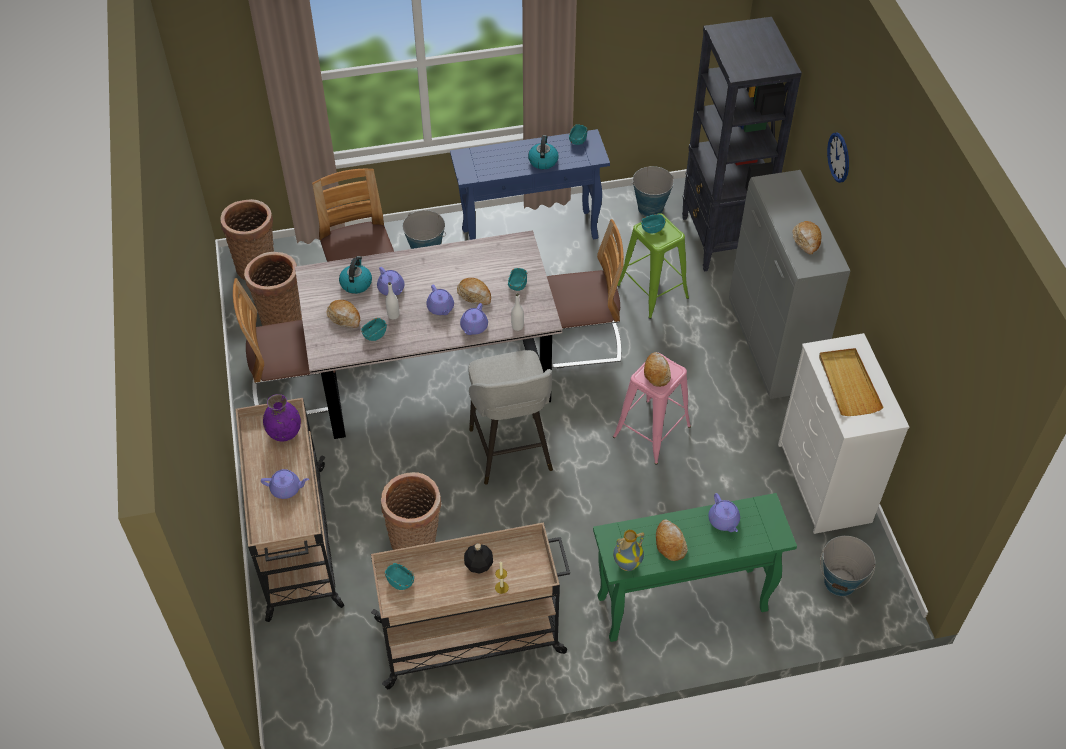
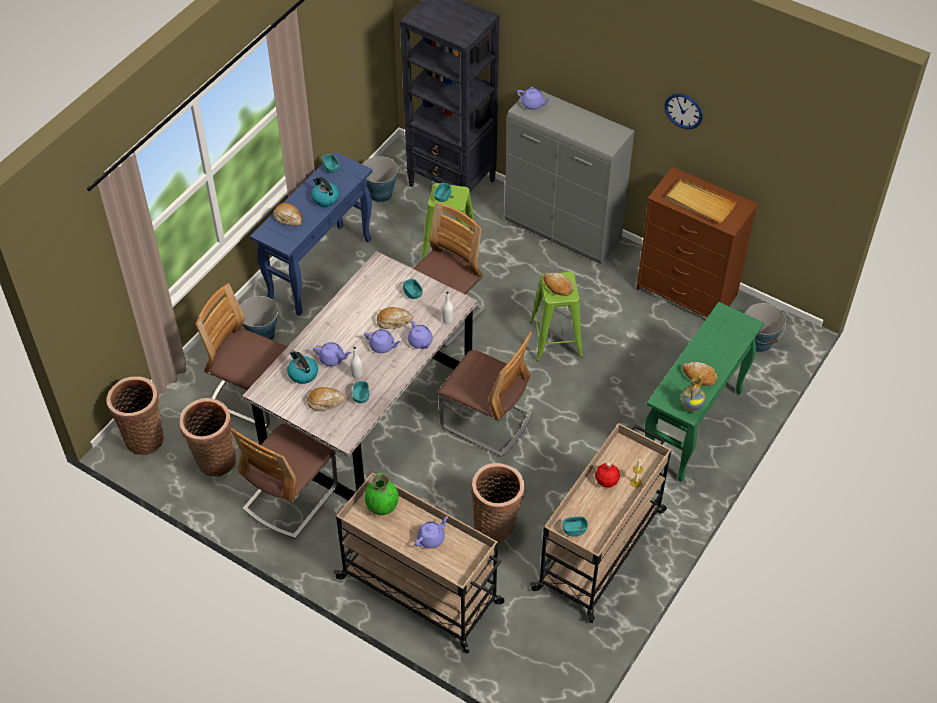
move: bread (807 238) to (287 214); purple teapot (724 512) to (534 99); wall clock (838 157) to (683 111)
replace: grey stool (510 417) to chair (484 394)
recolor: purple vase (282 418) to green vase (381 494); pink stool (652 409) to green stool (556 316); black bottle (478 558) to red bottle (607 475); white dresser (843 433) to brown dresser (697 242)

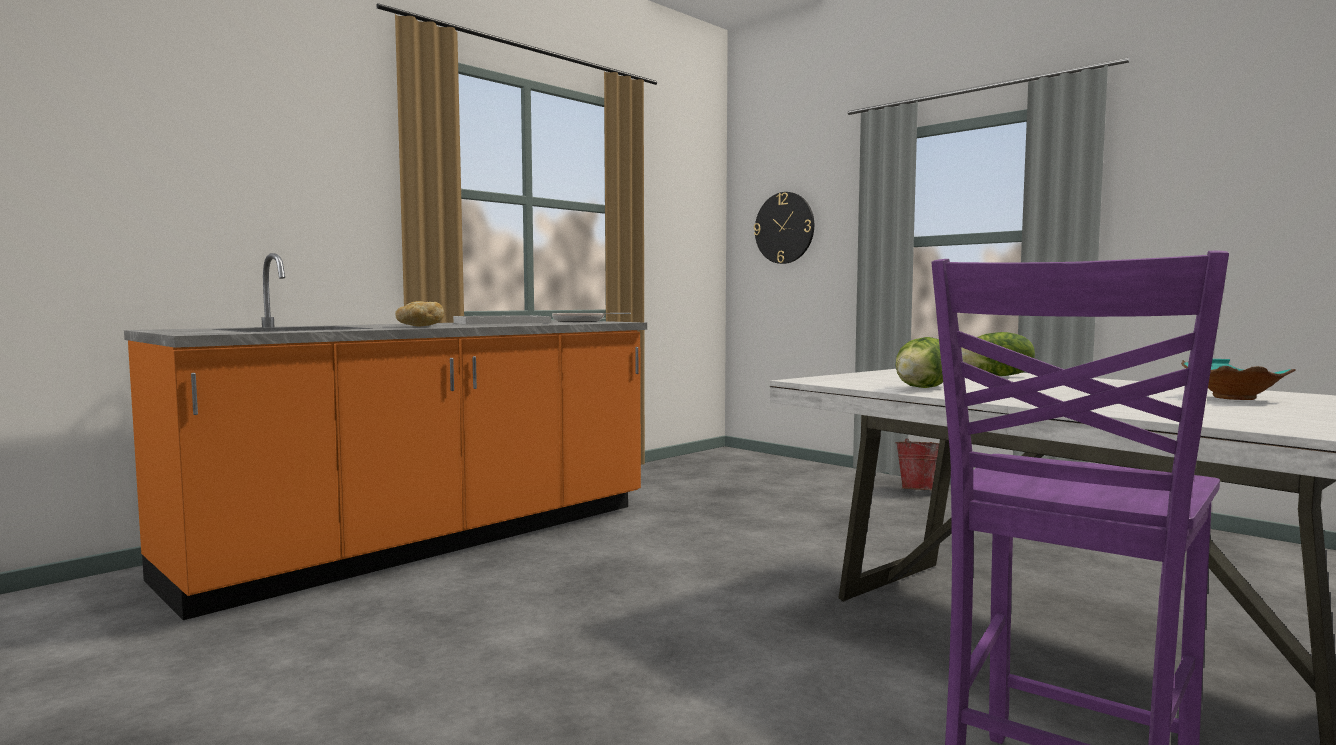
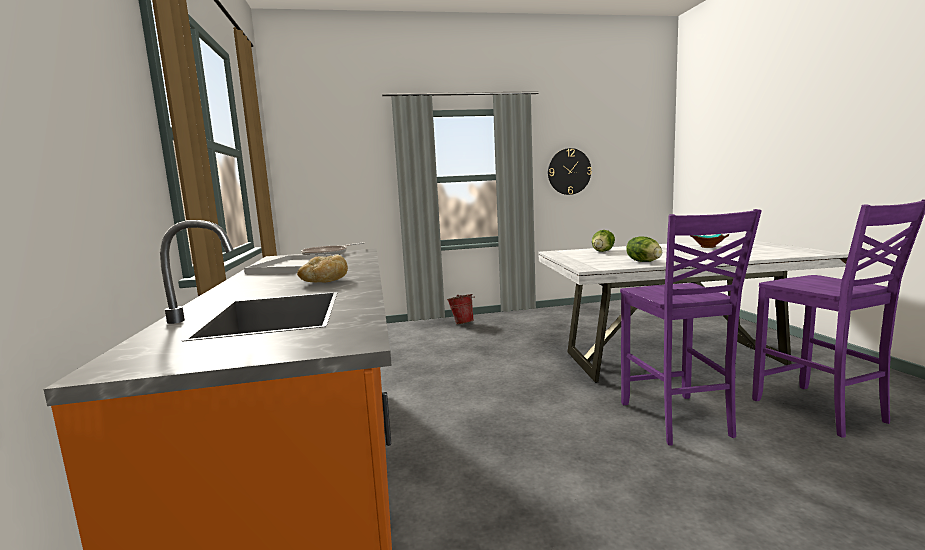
insert: purple chair (691 327)
move: wall clock (784 228) to (570 171)

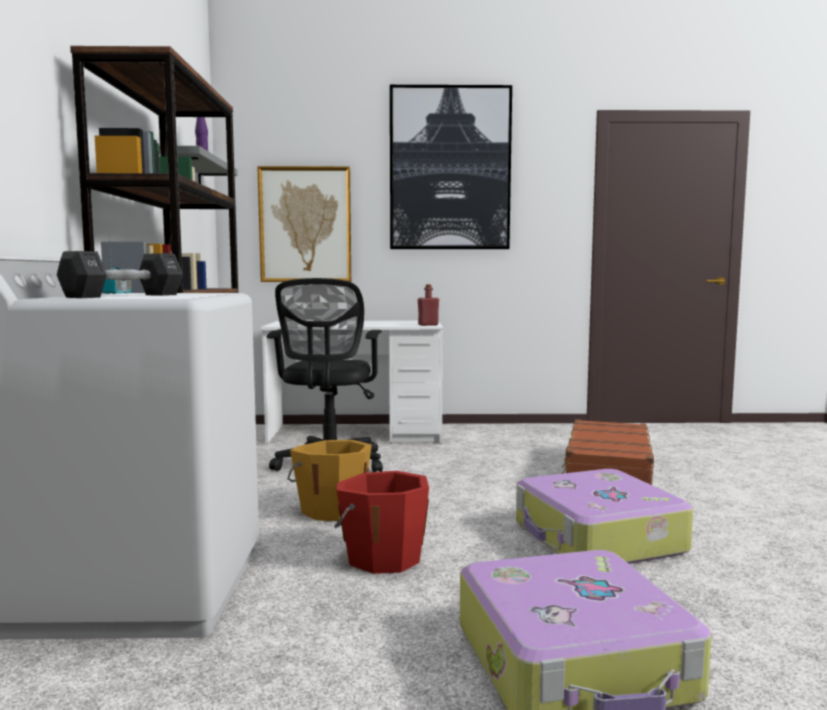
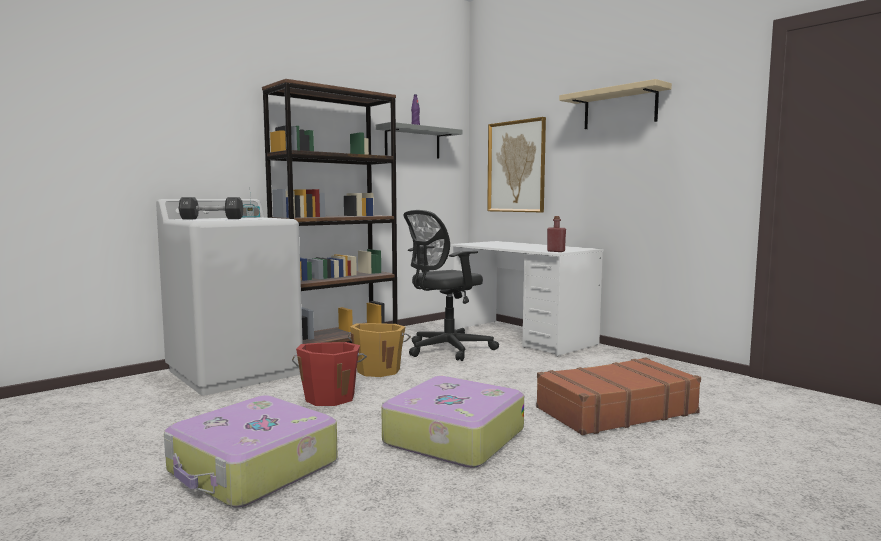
replace: picture (451 167) to beige shelf (615 104)

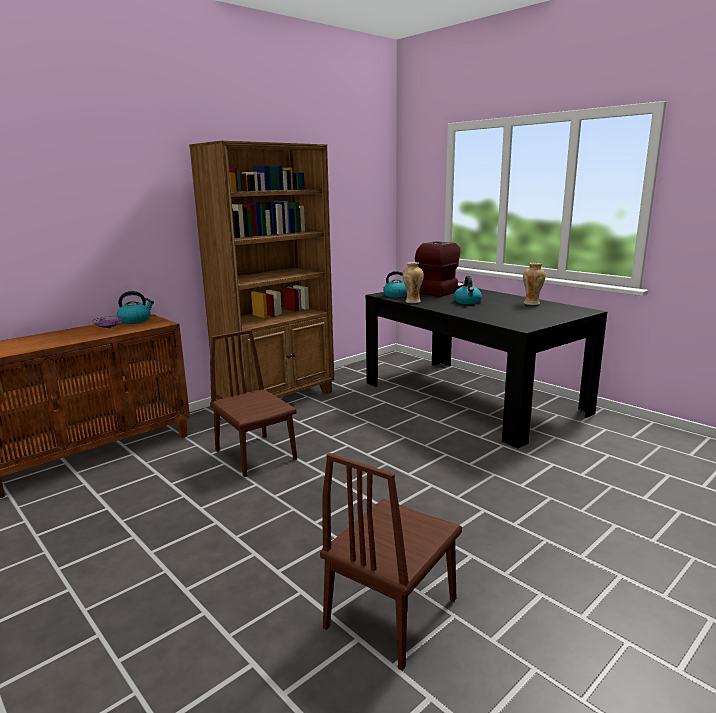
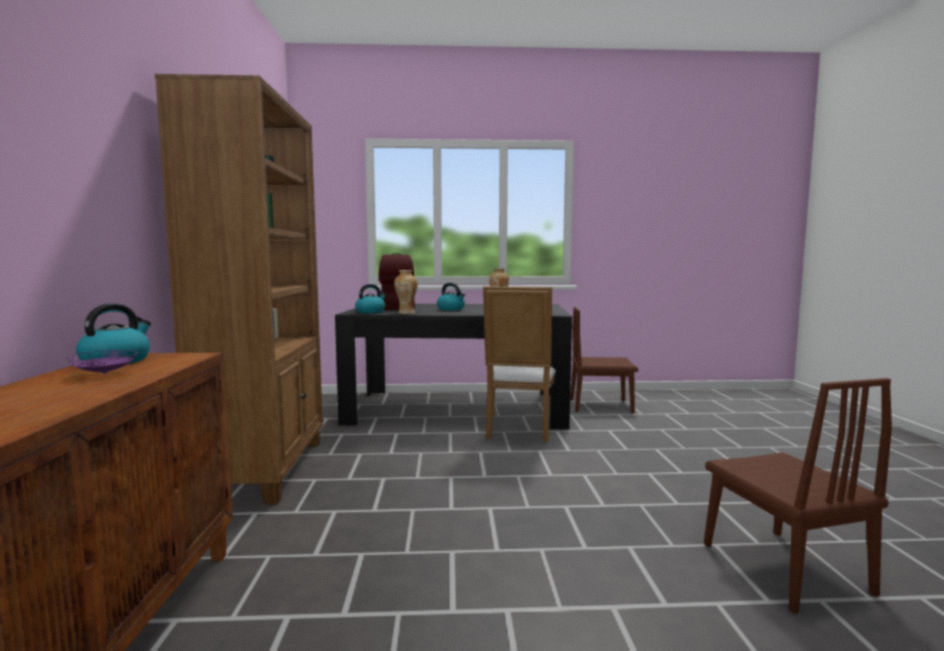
insert: white chair (519 364)
move: brown chair (253 403) to (604 360)

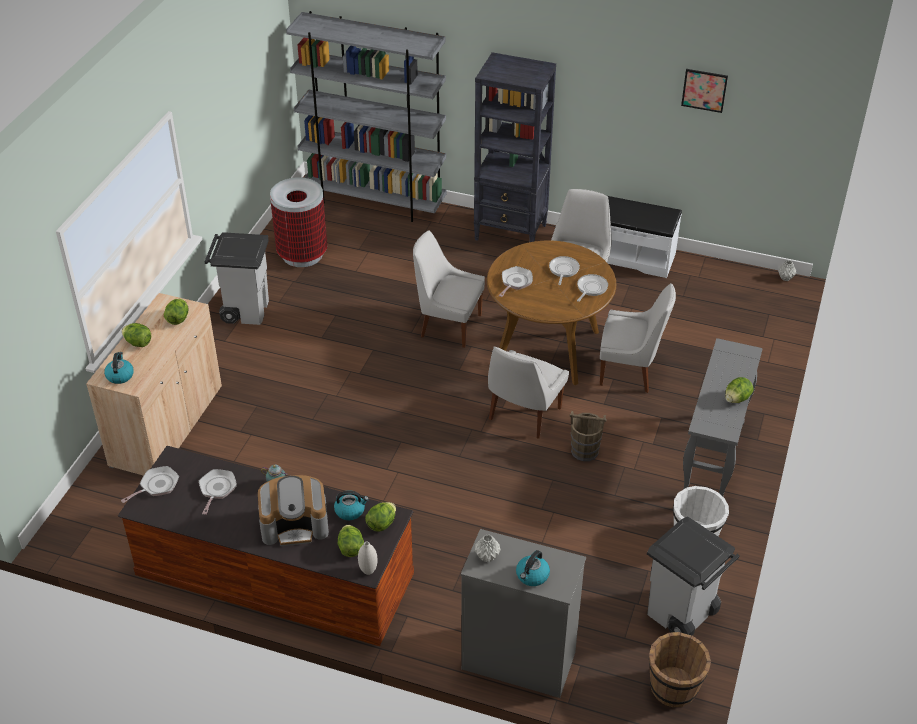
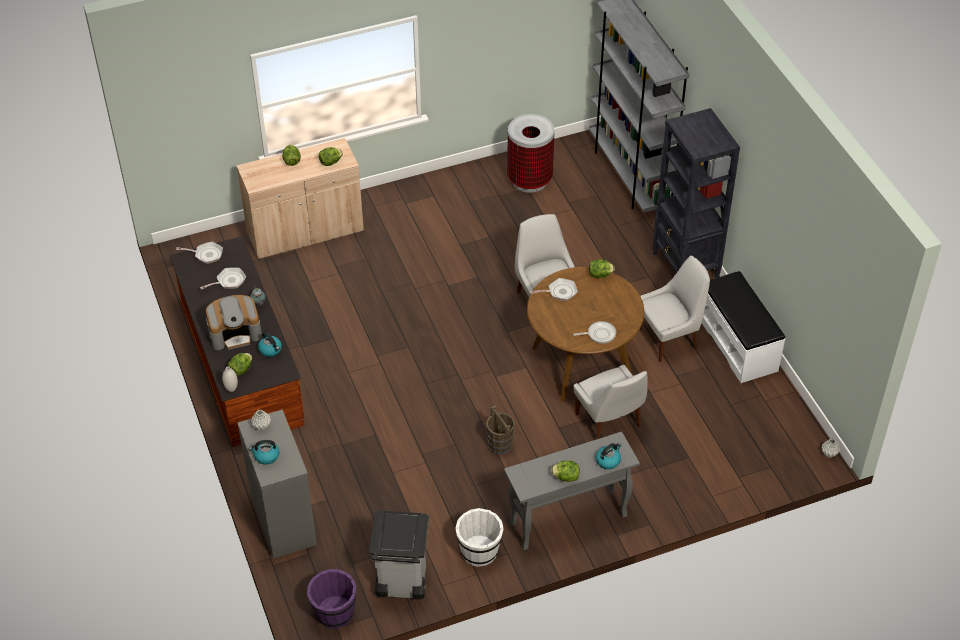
delete: grey trash can (237 278); white chair (528 393); frying pan (564 270); picture (704 91)
move: lettuce (380 517) to (602 268); kettle (119 368) to (608 456)
recolor: brown bucket (680 669) to purple bucket (331 599)
rotate: coffee machine (293 510) = (233 322) 60 degrees counterclockwise

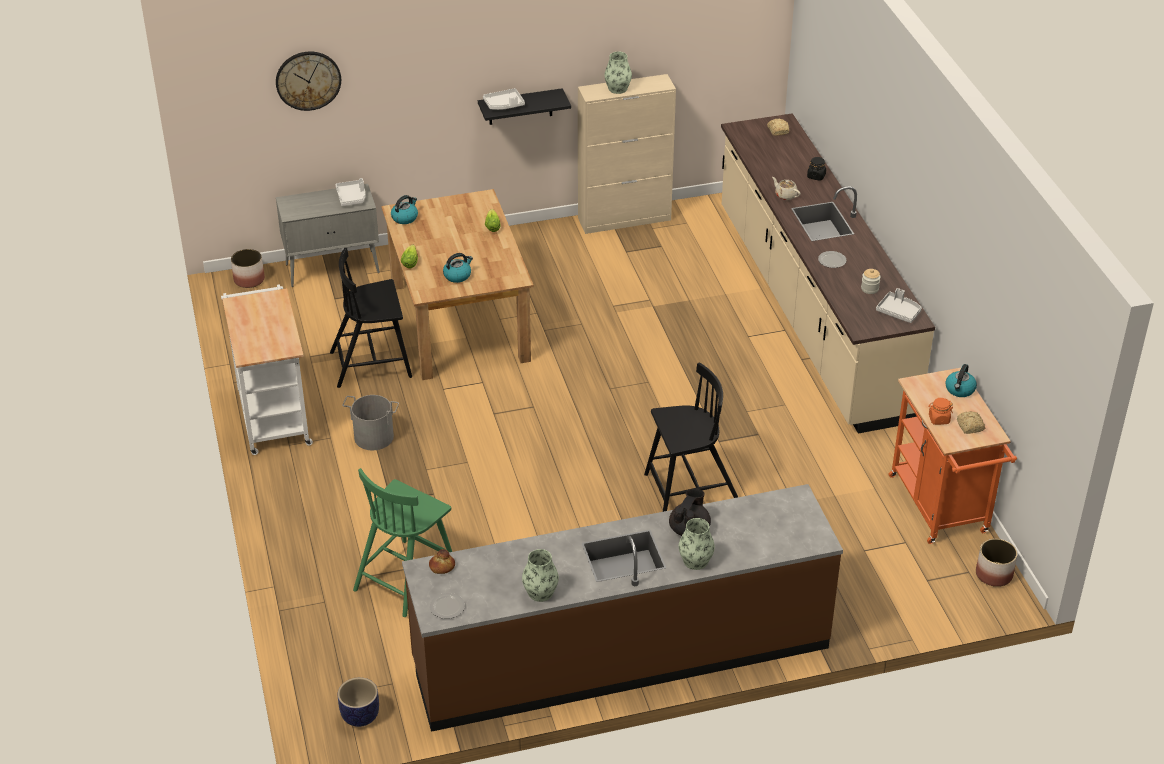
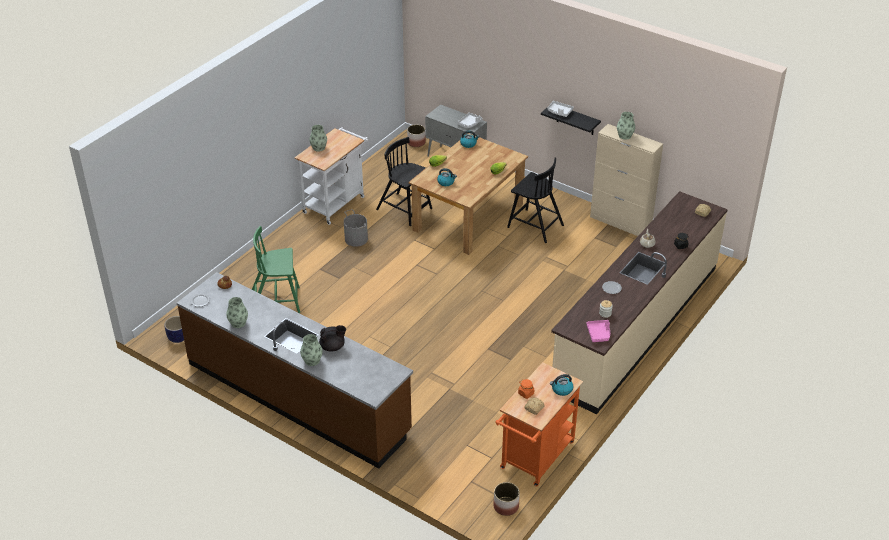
delete: wall clock (308 81)
insert: vase (318 138)
move: black chair (691 437) to (535 200)
recolor: grey tray (899 305) to pink tray (598 331)

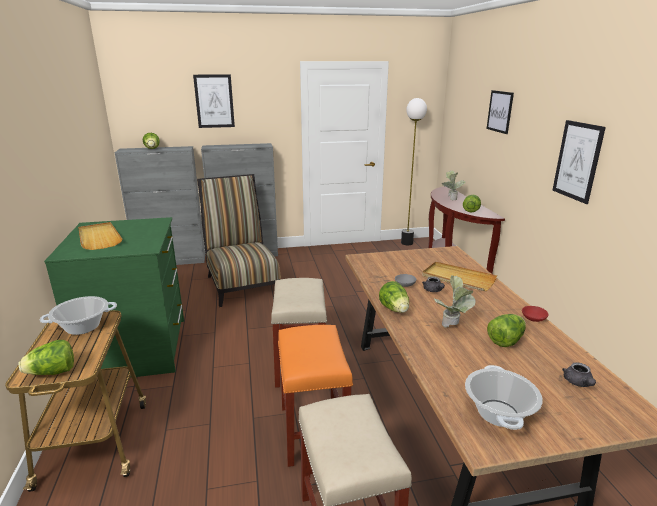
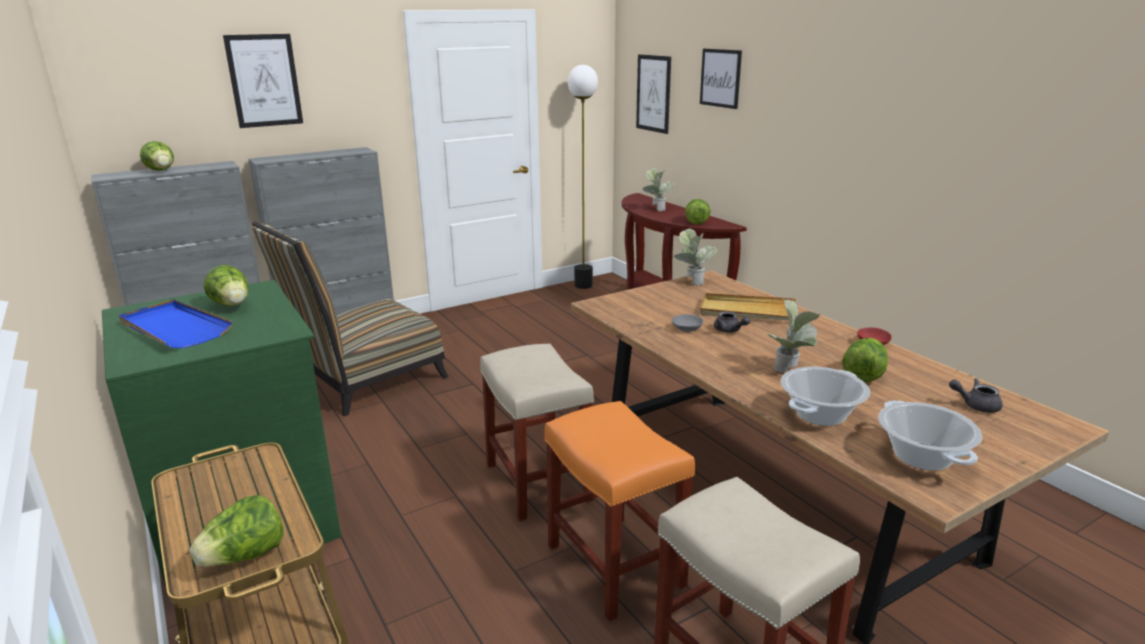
insert: potted plant (695 257)
move: lettuce (394 297) to (225 285); picture (579 162) to (653 94); cooking pot (78 315) to (825 396)
recolor: beige tray (100 236) to blue tray (175 323)
rotate: chair (239 240) = (350 319) 90 degrees counterclockwise; grey teapot (579 374) = (976 395) 120 degrees clockwise

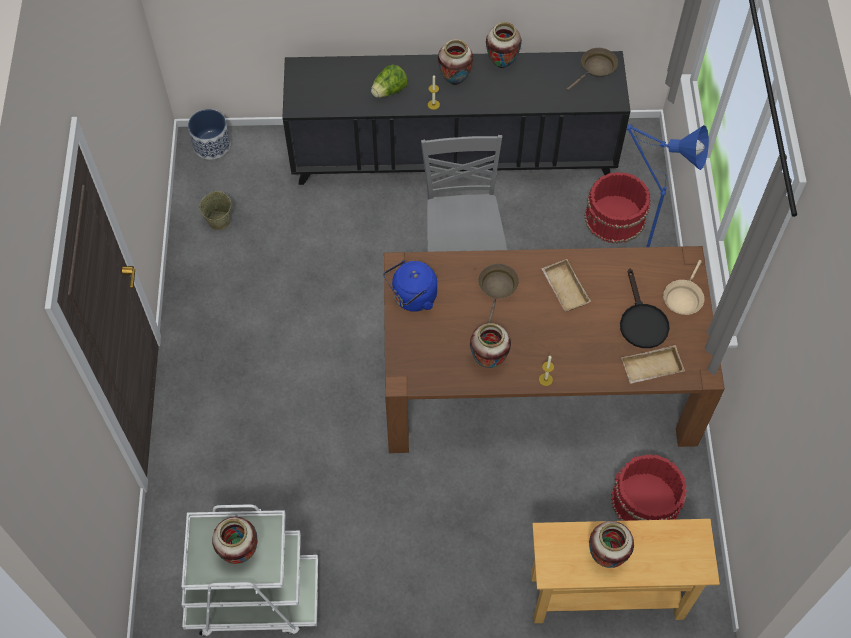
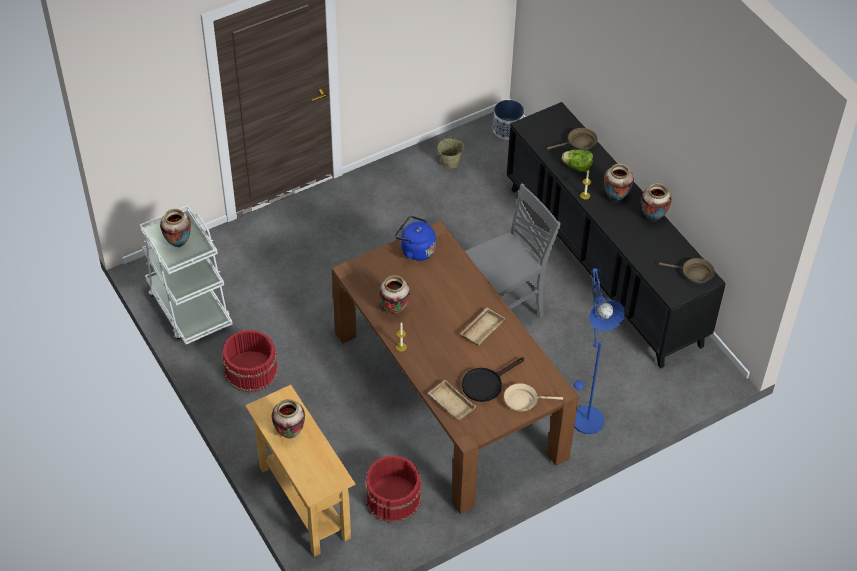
move: red bucket (617 208) to (250 361); brown frying pan (498 293) to (572 139)

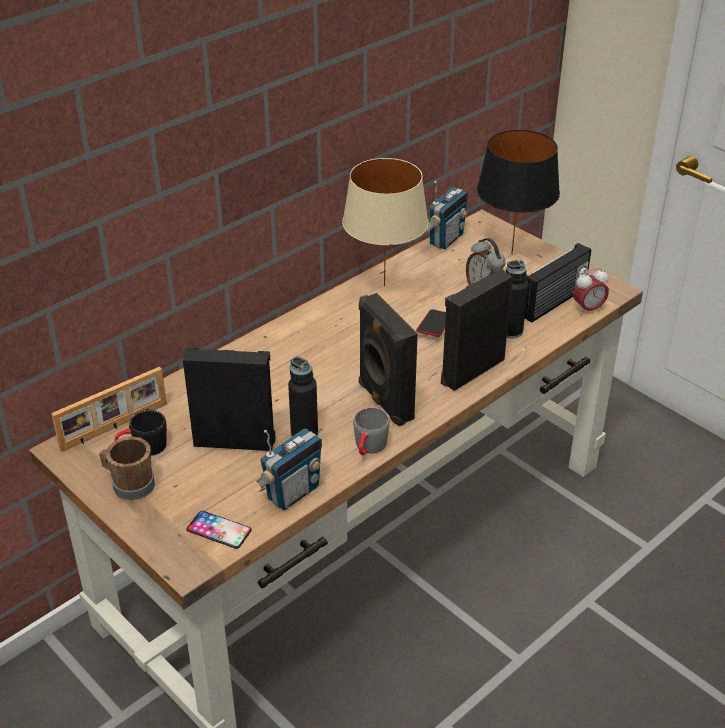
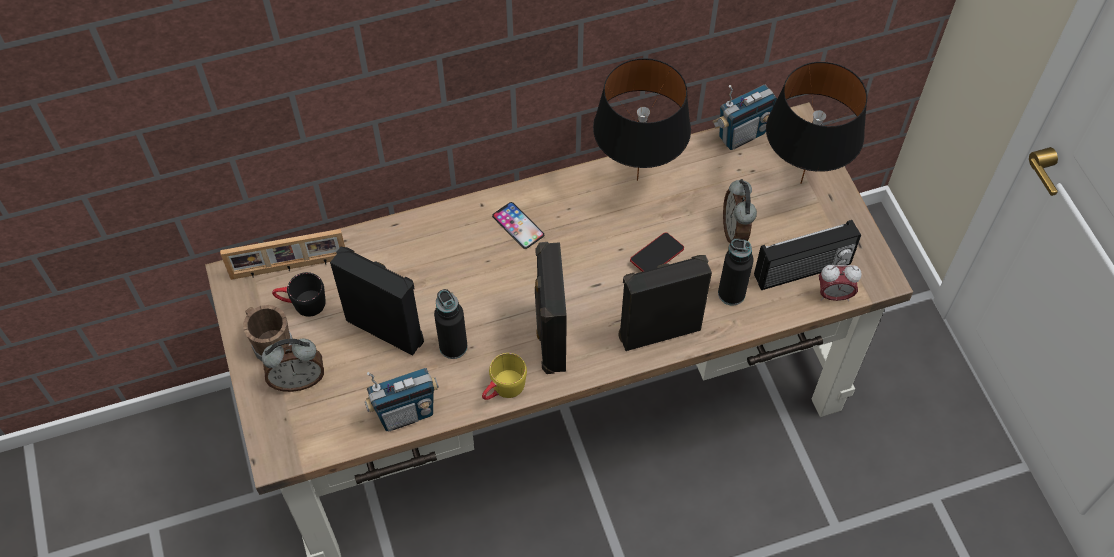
insert: alarm clock (293 365)
move: phone (219 530) to (518 225)
recolor: grey mug (371 432) to yellow mug (504 376); beige table lamp (385 222) to black table lamp (642 119)

